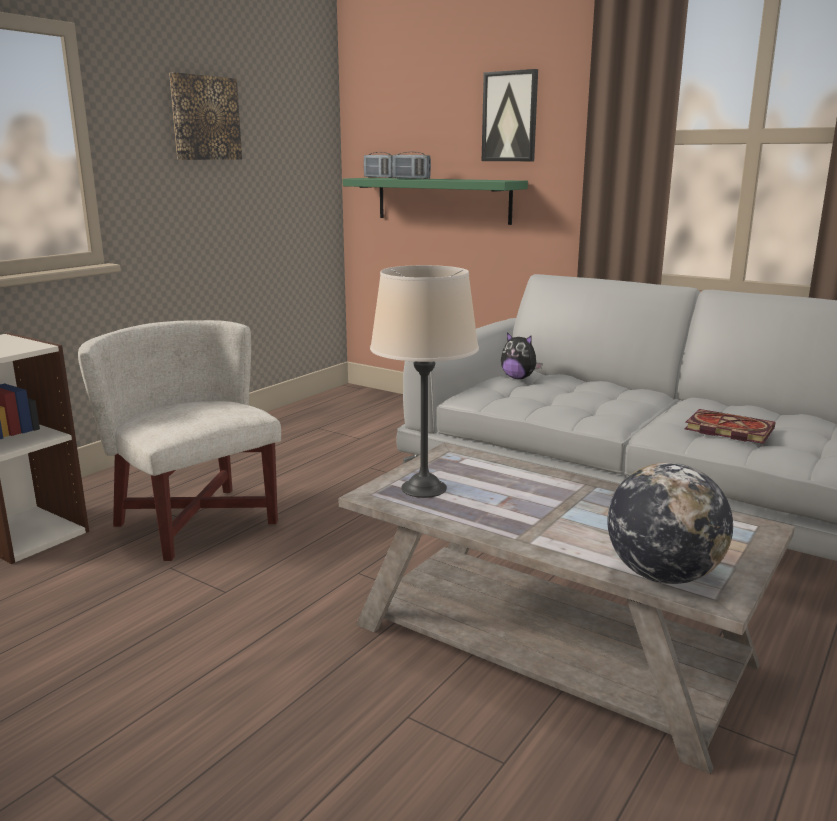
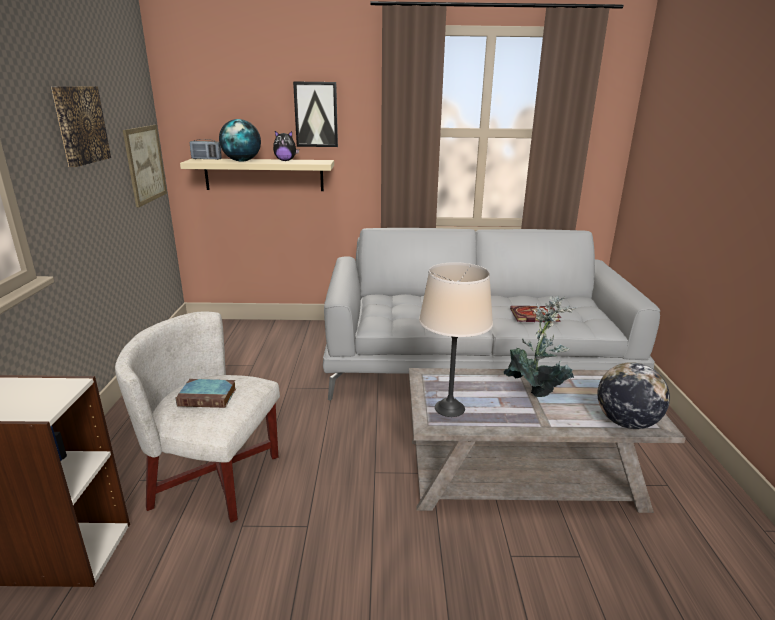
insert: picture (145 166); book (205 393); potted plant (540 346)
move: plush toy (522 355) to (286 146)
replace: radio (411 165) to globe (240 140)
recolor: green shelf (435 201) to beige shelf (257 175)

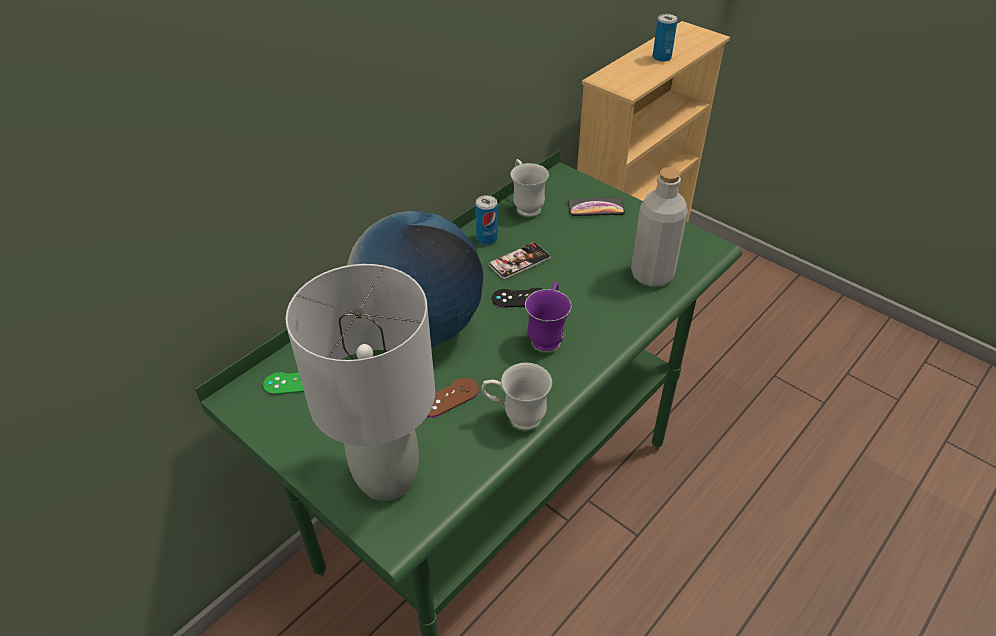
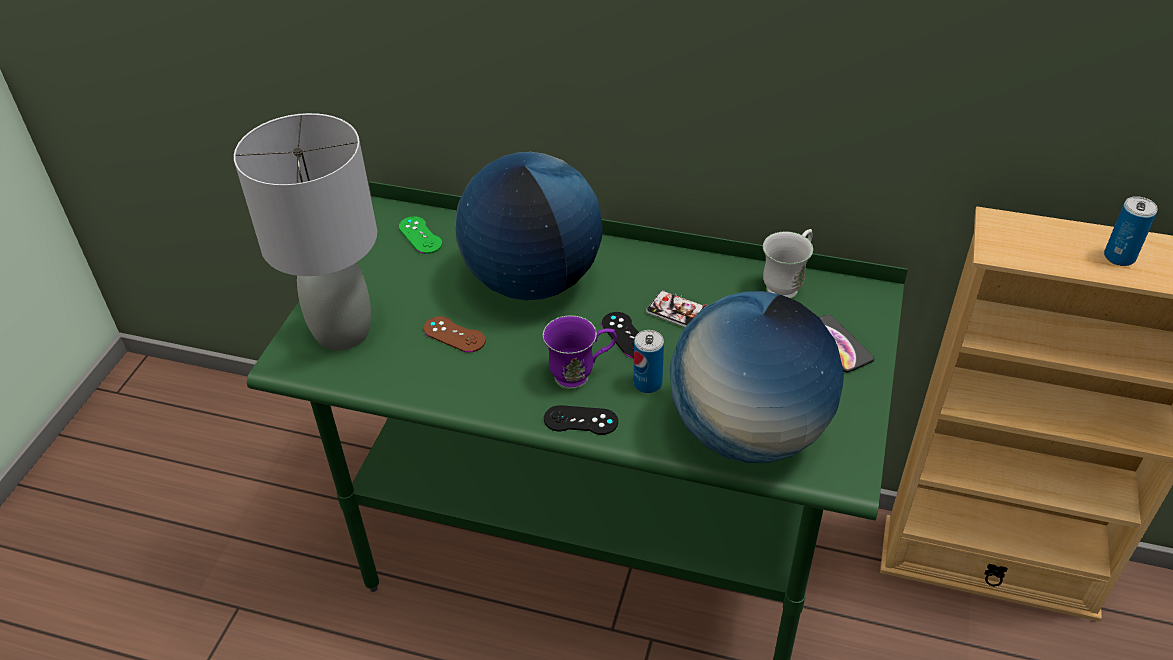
delete: white mug (516 397)
insert: black game controller (581 420)
move: can (486 220) to (649 361)
replace: grey bottle (659 227) to globe (757 377)

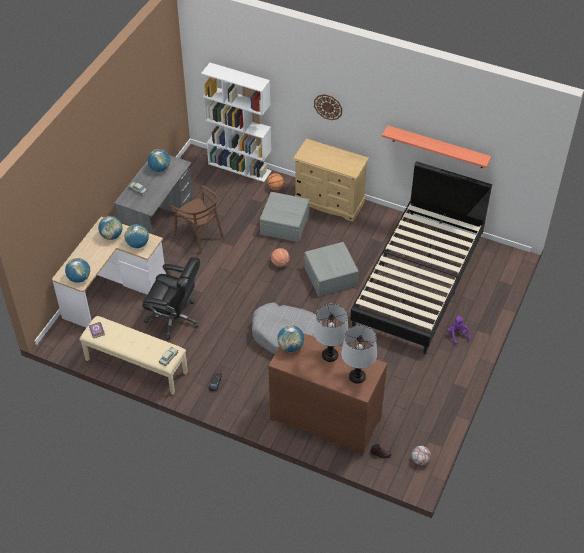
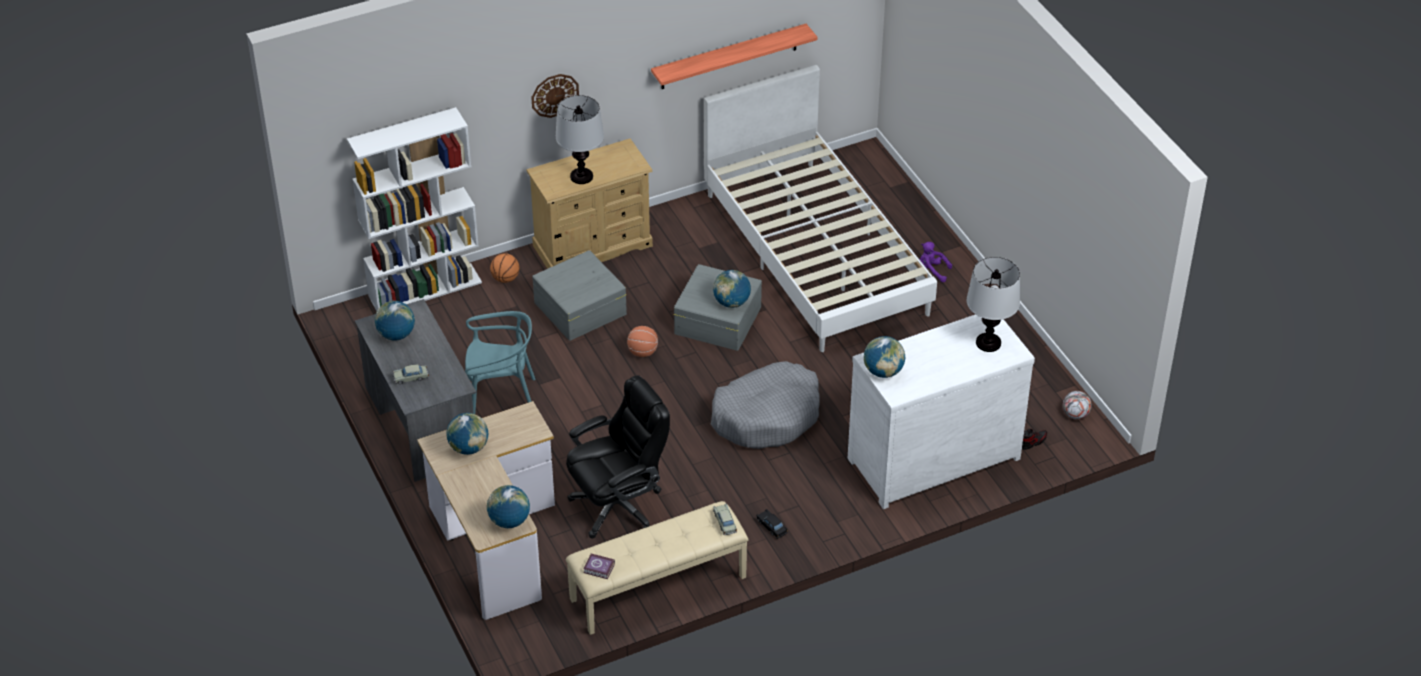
move: table lamp (330 333) to (579 139); globe (137 236) to (732 289)
recolor: brown chair (197 220) to turquoise chair (500 362); black bed (421 257) to white bed (820 208); brown dresser (327 394) to white dresser (941 411)

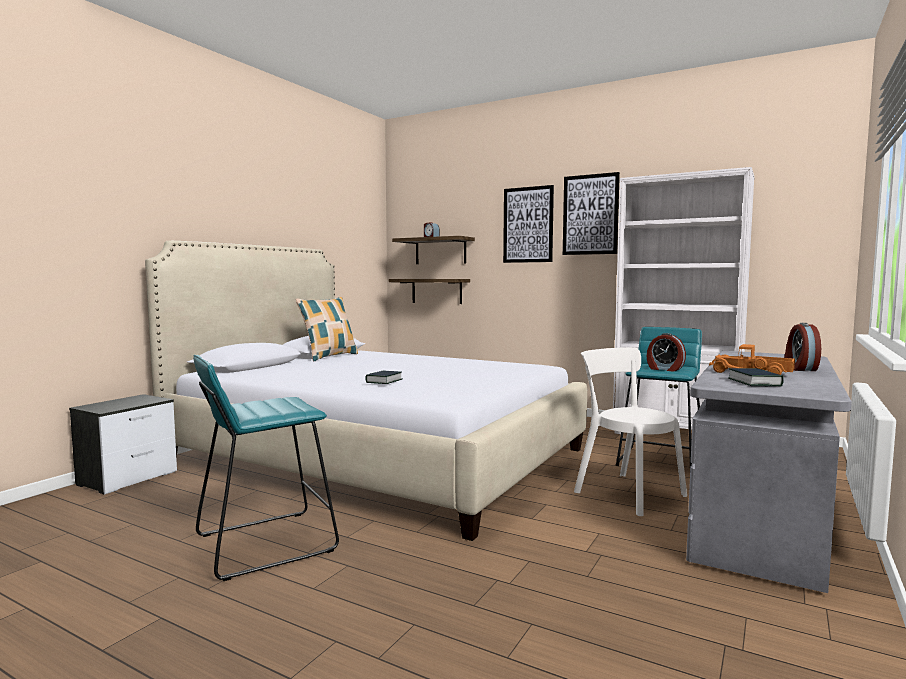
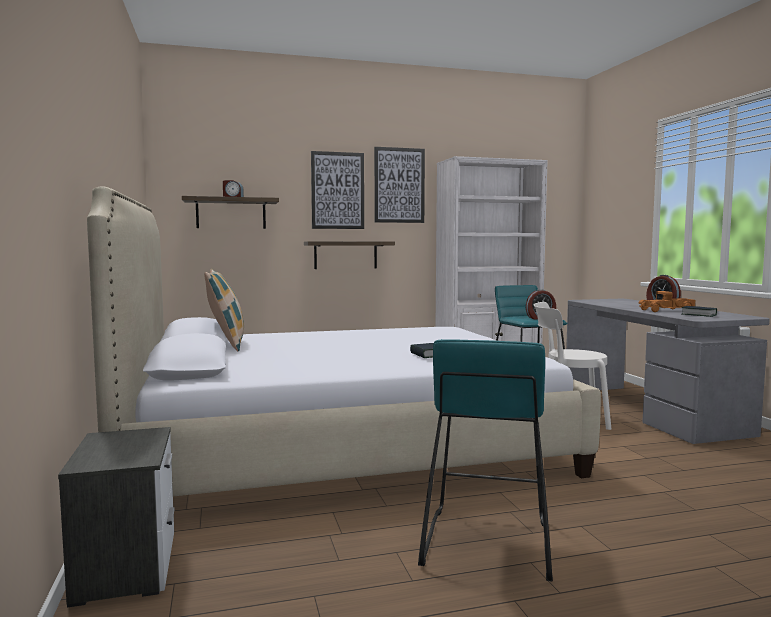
move: shelf (429 291) to (349 255)

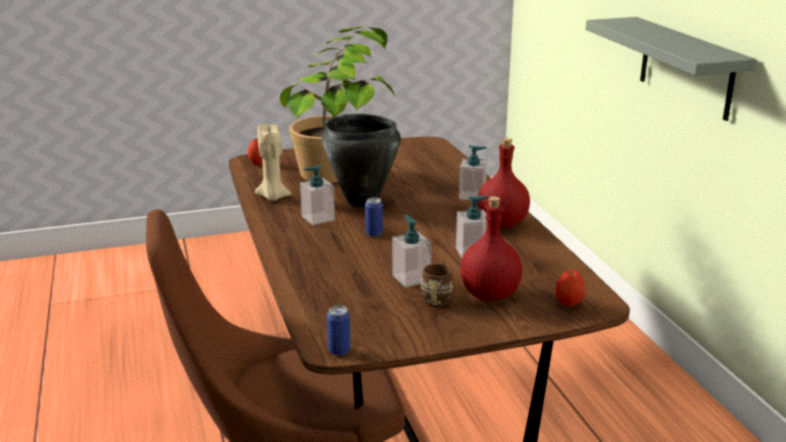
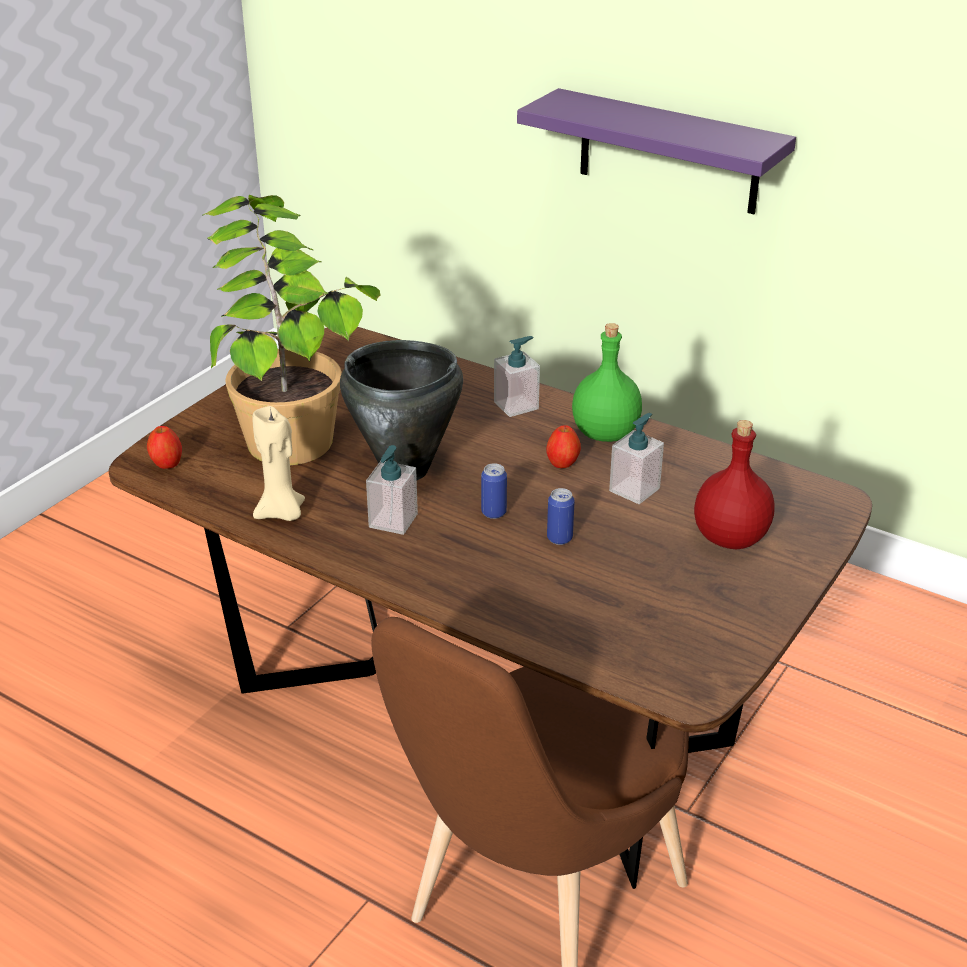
delete: soap dispenser (412 251); brown mug (437 284)
move: apple (570 288) to (563 446); can (339 330) to (561 516)
recolor: grey shelf (671 69) to purple shelf (656 151); red bottle (503 183) to green bottle (607 382)

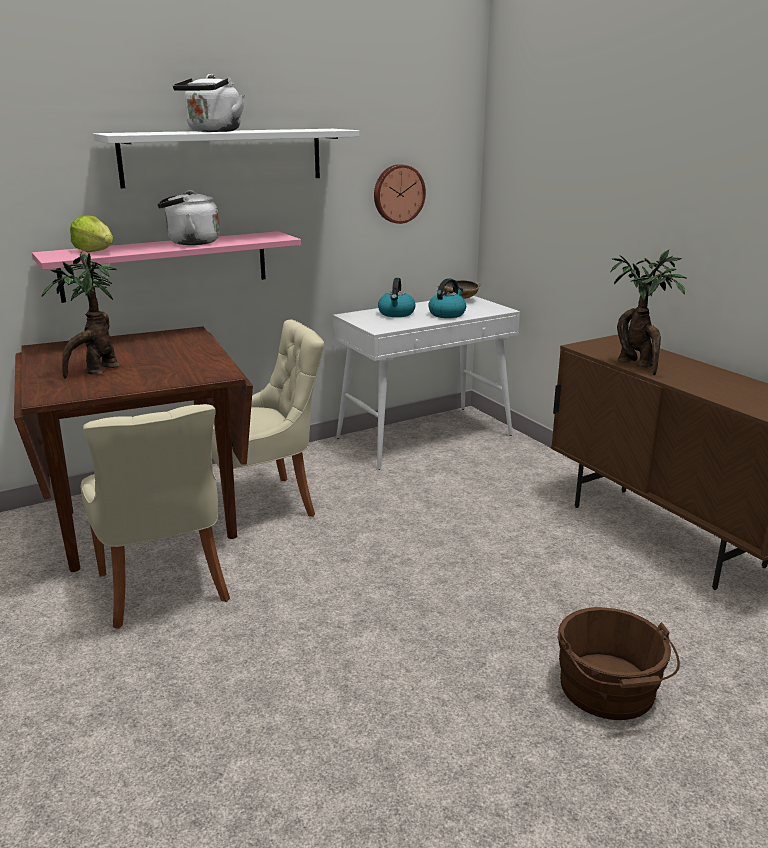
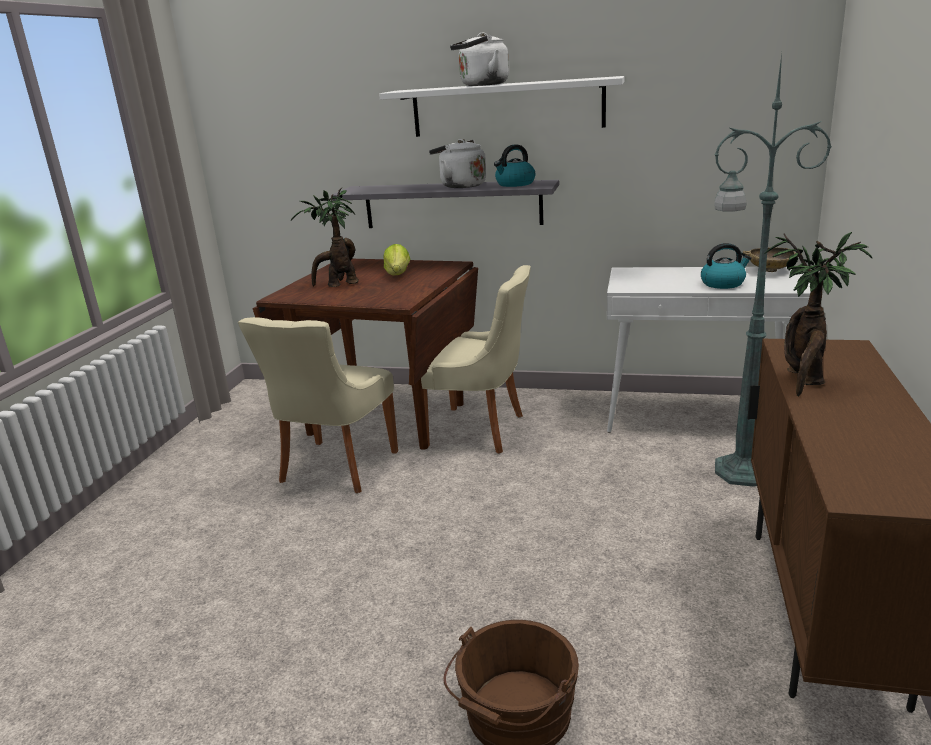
delete: wall clock (400 194)
insert: green floor lamp (773 270)
move: lettuce (91 233) to (396 260); kettle (397 297) to (514 166)
recolor: pink shelf (166 267) to grey shelf (445 204)

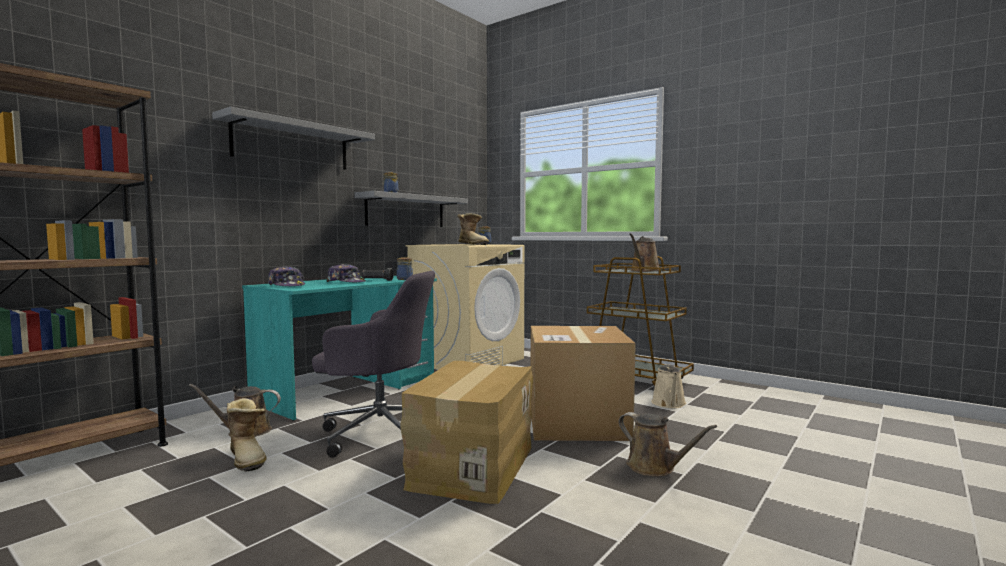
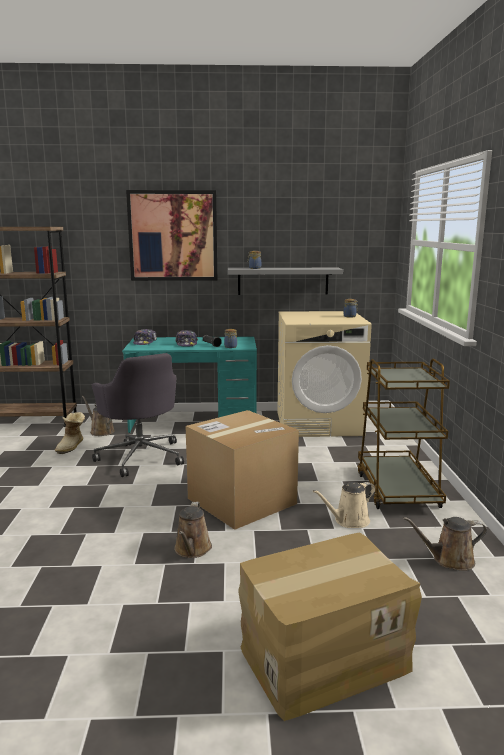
delete: boot (473 229)
move: cardboard box (466 432) to (330 627); brown watering can (644 252) to (445 544)
replace: grey shelf (293 138) to picture (172 235)

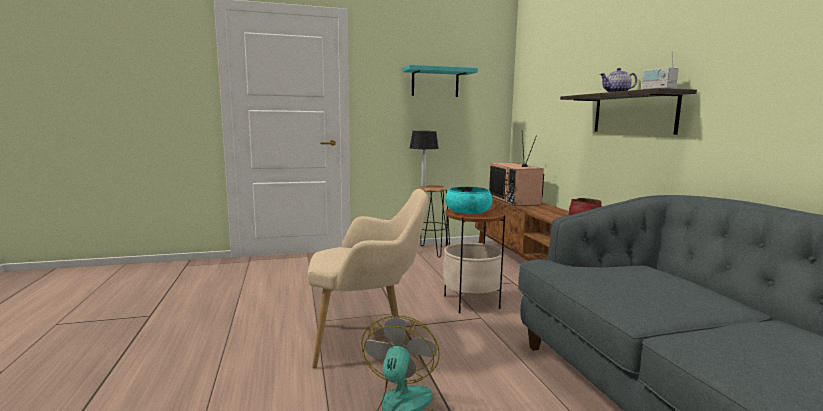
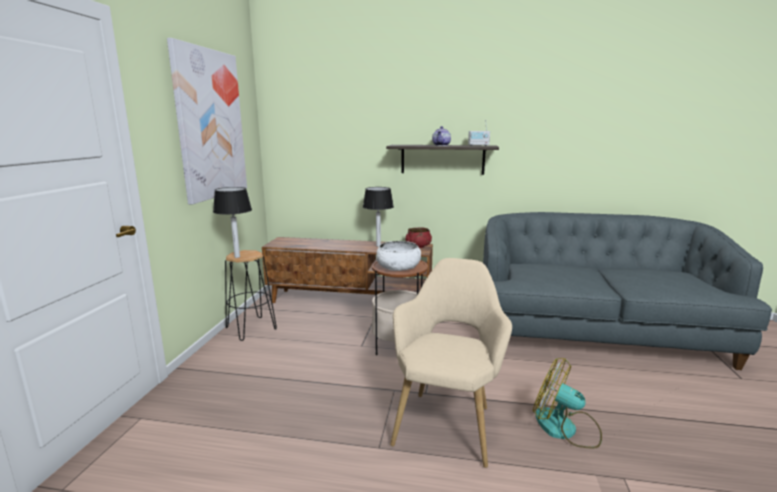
delete: television (516 169)
insert: table lamp (378 217)
replace: turquoise shelf (440 81) to picture (207 121)
recolor: turquoise bowl (469 200) to white bowl (398 256)

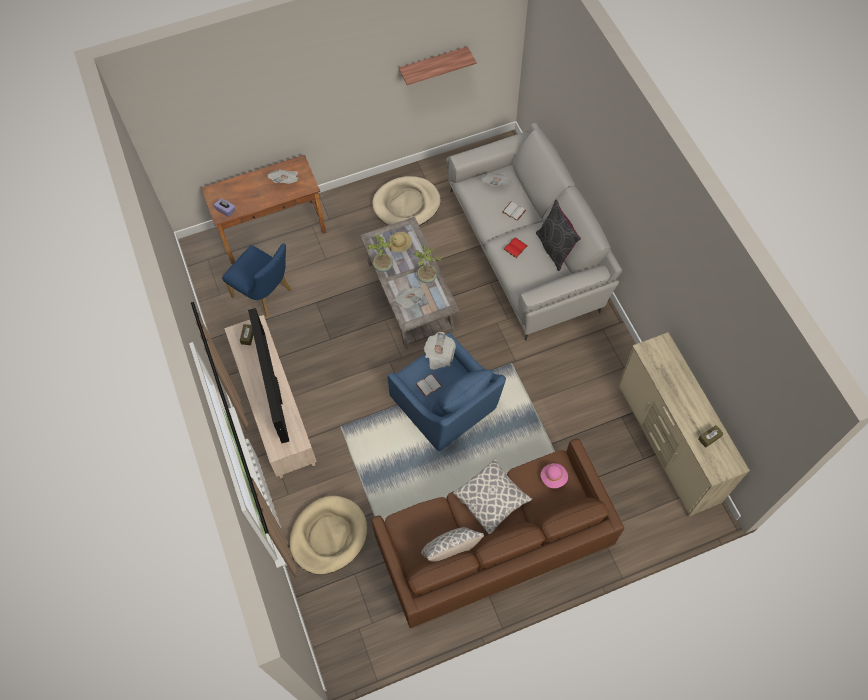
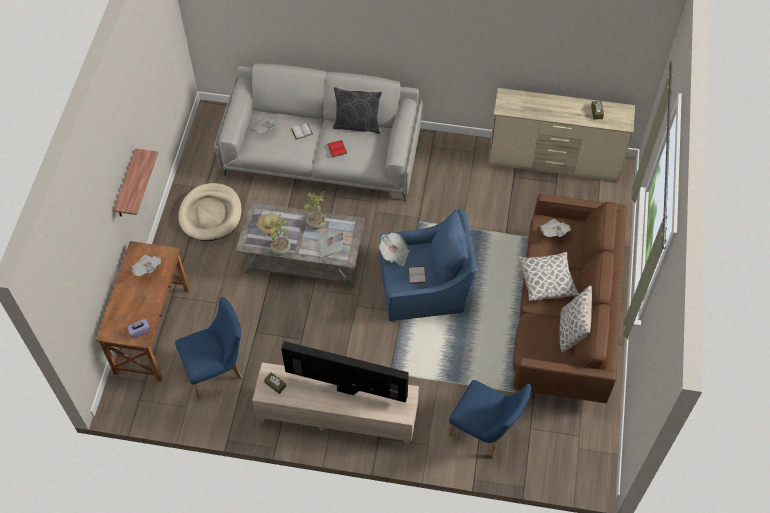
move: shelf (437 65) to (135 183)
replace: beige dog bed (328 535) to blue chair (489 419); pink hat (554 475) to newspaper (555 228)

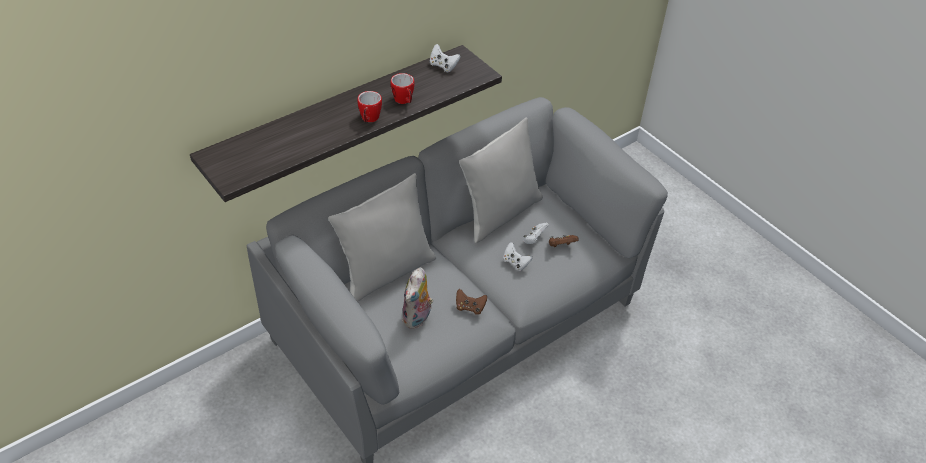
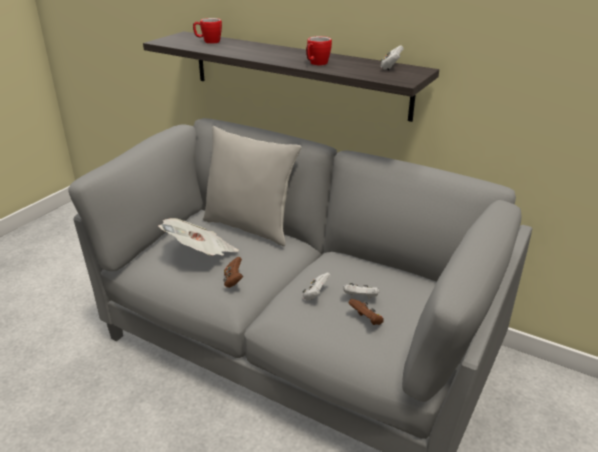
delete: grey pillow (501 180)
move: mug (369 106) to (207 31)
replace: plush toy (417 298) to newspaper (198 237)

